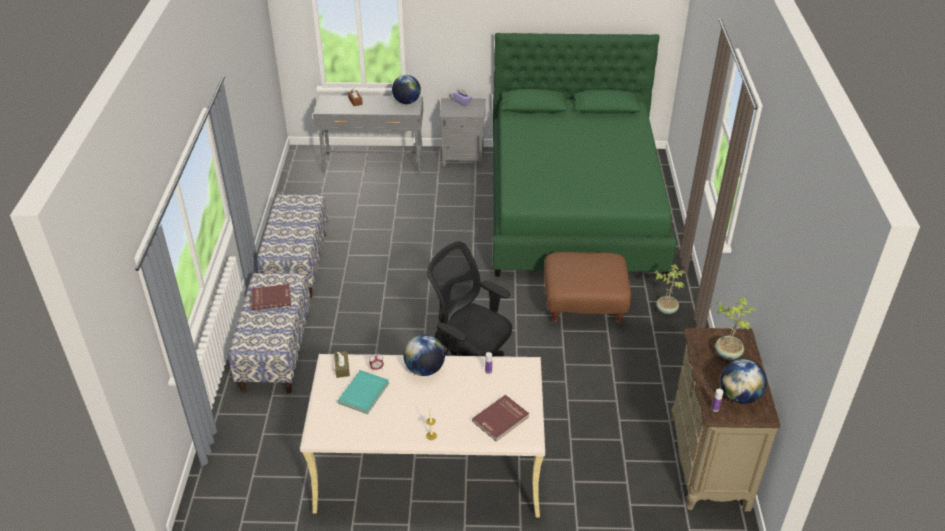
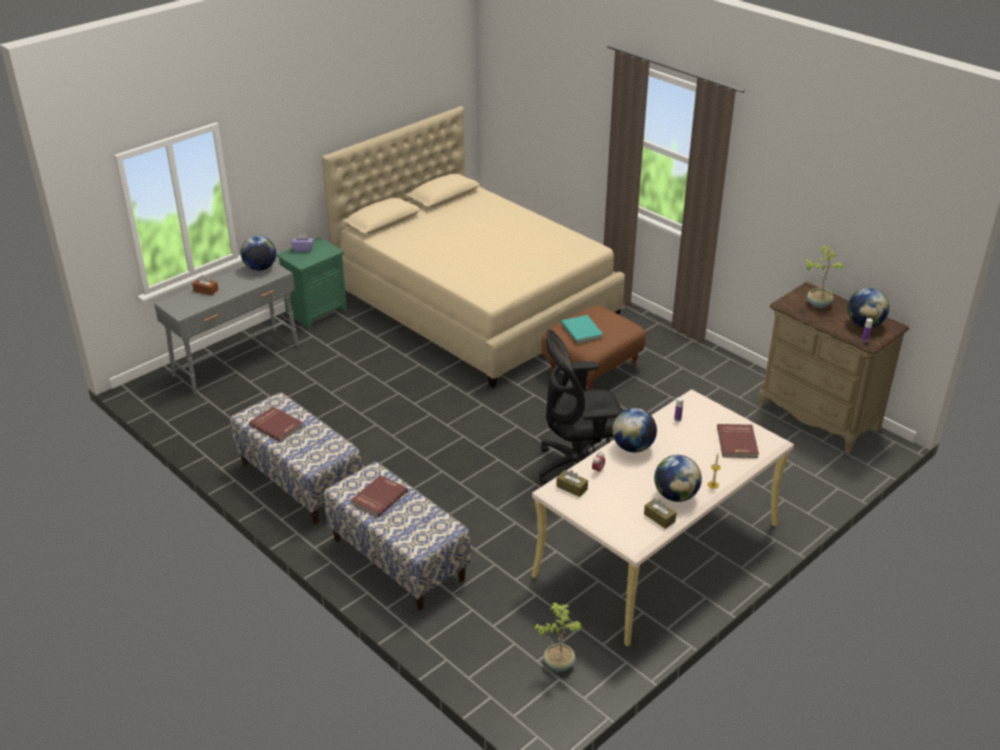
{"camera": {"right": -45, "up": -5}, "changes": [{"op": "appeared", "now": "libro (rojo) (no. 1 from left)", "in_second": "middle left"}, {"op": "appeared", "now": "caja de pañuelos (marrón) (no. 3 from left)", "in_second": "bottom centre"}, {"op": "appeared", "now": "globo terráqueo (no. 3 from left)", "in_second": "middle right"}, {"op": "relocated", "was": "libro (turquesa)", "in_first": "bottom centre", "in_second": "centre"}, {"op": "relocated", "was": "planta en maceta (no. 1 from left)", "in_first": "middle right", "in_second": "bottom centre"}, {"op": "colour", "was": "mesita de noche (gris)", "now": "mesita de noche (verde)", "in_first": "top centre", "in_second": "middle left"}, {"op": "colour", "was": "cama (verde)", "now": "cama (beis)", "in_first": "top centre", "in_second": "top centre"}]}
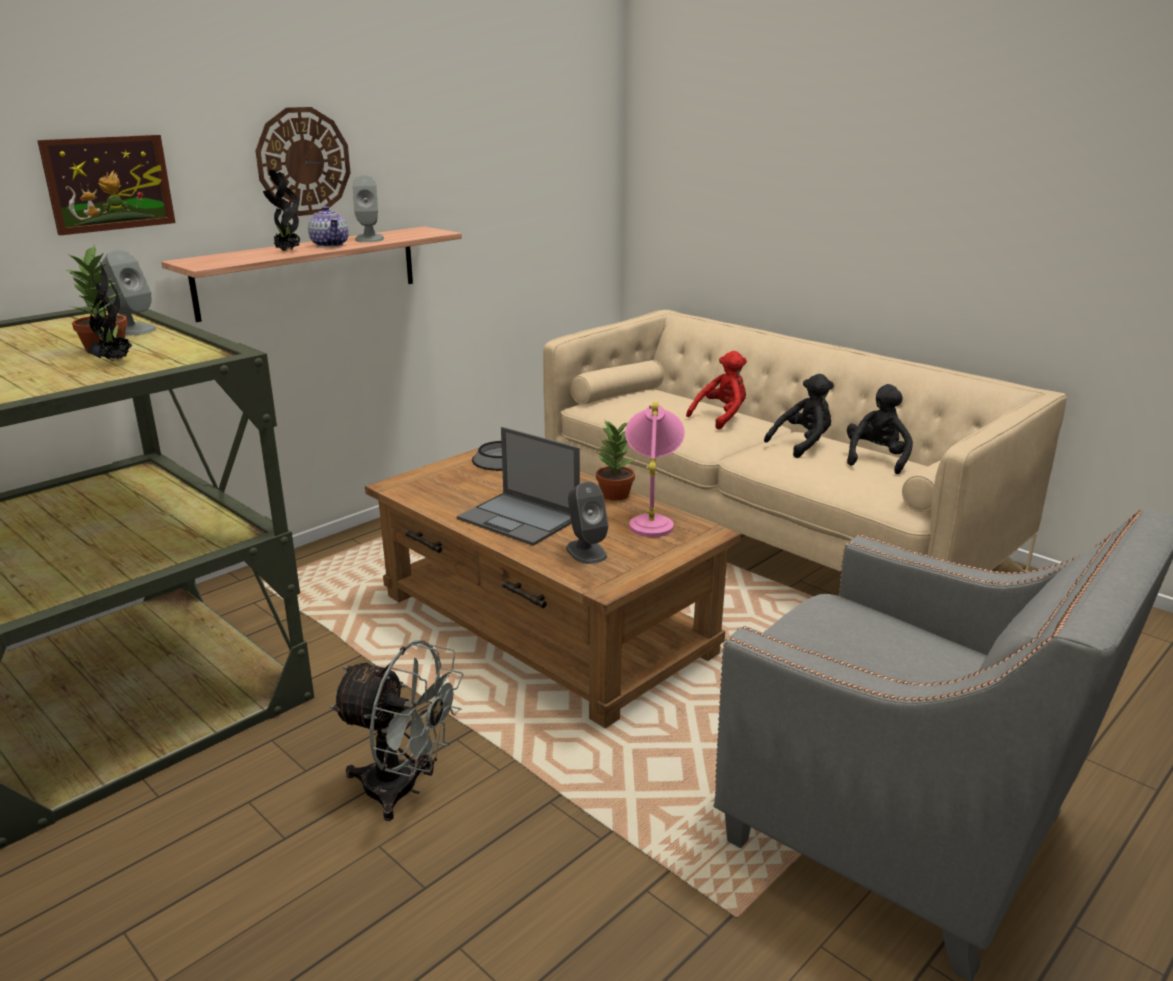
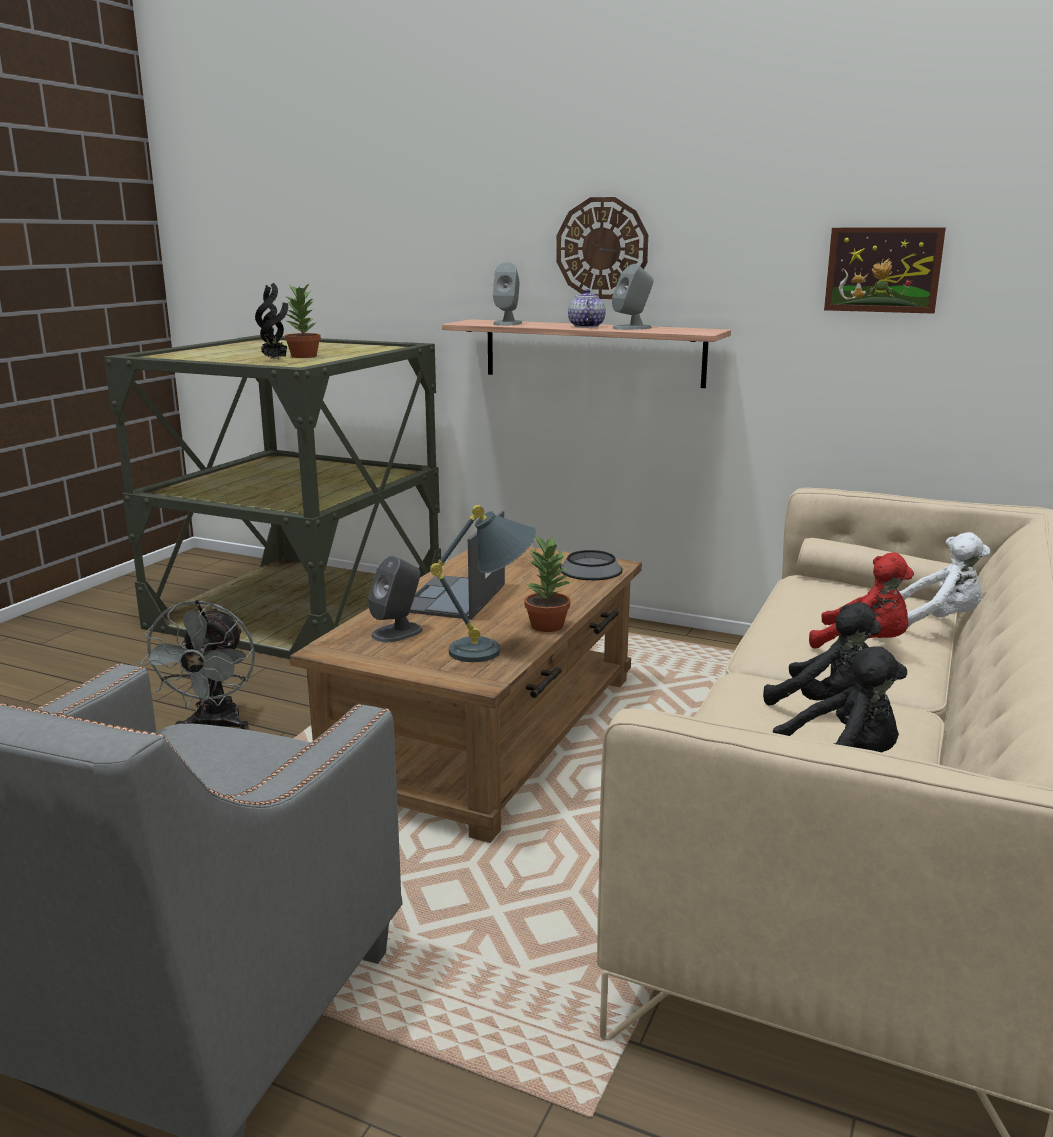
{"camera": {"right": 70, "up": -5}, "changes": [{"op": "missing", "was": "planta en maceta (no. 3 from left)", "in_first": "top left"}, {"op": "appeared", "now": "peluche (blanco)", "in_second": "middle right"}, {"op": "relocated", "was": "cuadro", "in_first": "top left", "in_second": "top right"}, {"op": "relocated", "was": "altavoz (gris) (no. 1 from left in the first image)", "now": "altavoz (gris) (no. 2 from left)", "in_first": "top left", "in_second": "top centre"}, {"op": "colour", "was": "lámpara de mesa (rosa)", "now": "lámpara de mesa (gris)", "in_first": "centre", "in_second": "centre"}, {"op": "spun", "was": "tetera", "in_first": "top left", "in_second": "top centre", "clockwise": 135}]}
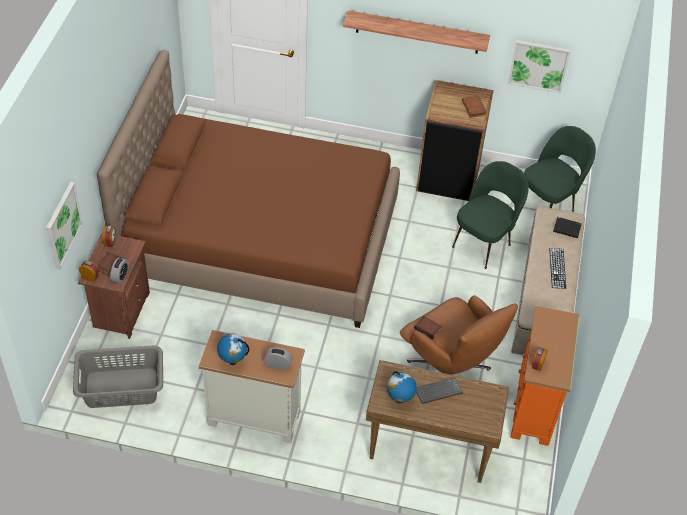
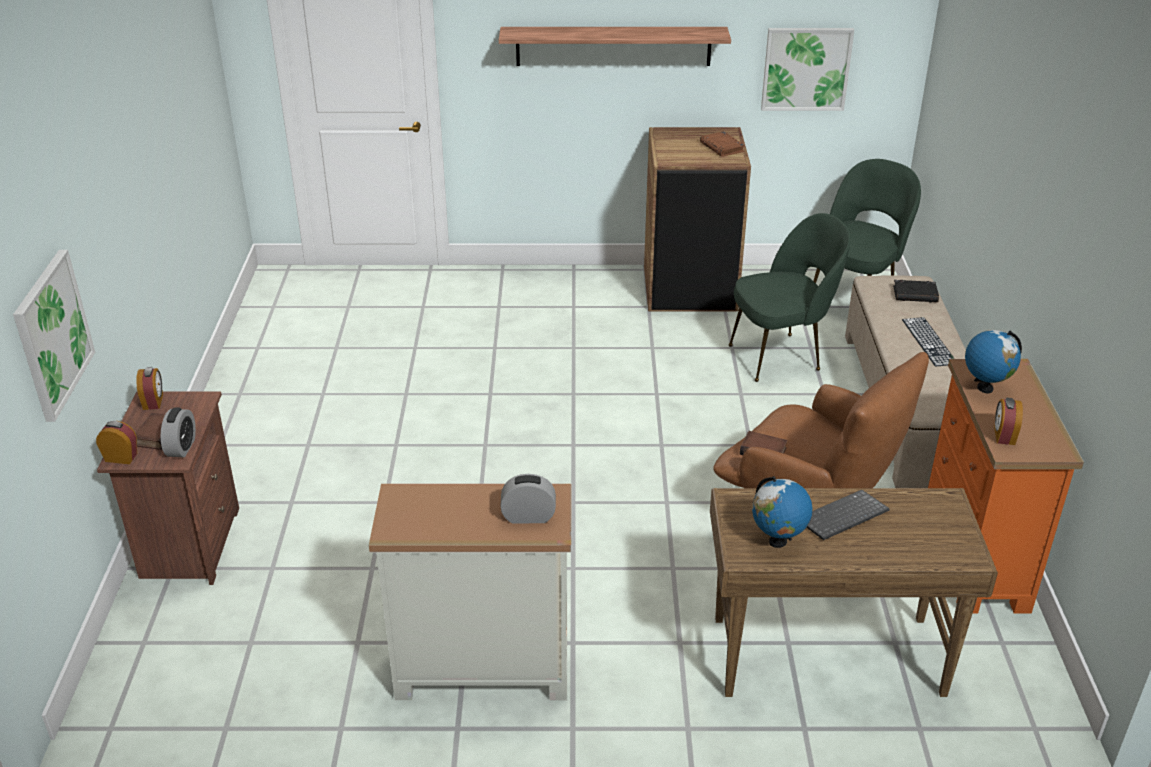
{"camera": {"right": -10, "up": -15}, "changes": [{"op": "missing", "was": "cesto de la ropa (gris)", "in_first": "bottom left"}, {"op": "missing", "was": "cama (marrón)", "in_first": "centre"}, {"op": "relocated", "was": "globo terráqueo (no. 1 from left in the first image)", "now": "globo terráqueo (no. 2 from left)", "in_first": "bottom centre", "in_second": "middle right"}, {"op": "spun", "was": "silla (verde) (no. 1 from left)", "in_first": "middle right", "in_second": "middle right", "clockwise": 45}]}
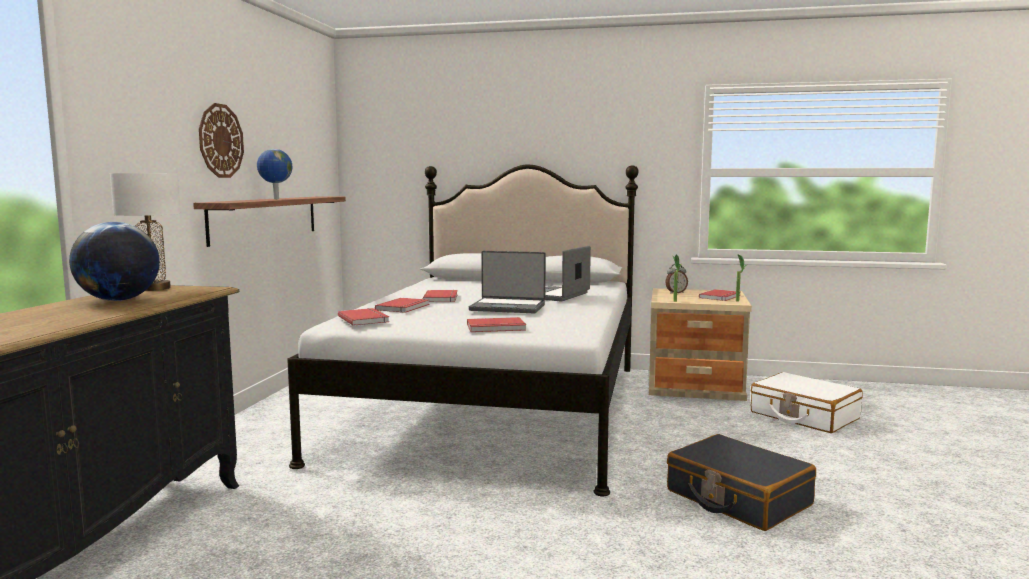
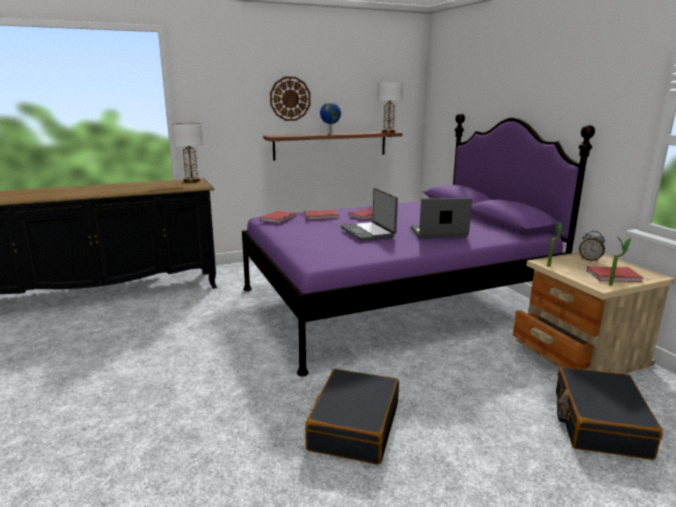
{"camera": {"right": 55, "up": 10}, "changes": [{"op": "missing", "was": "globo terráqueo (no. 1 from left)", "in_first": "middle left"}, {"op": "missing", "was": "libro (rojo) (no. 4 from left)", "in_first": "centre"}, {"op": "appeared", "now": "lámpara de mesa (no. 2 from left)", "in_second": "top centre"}, {"op": "colour", "was": "cama (blanco)", "now": "cama (morado)", "in_first": "centre", "in_second": "centre"}, {"op": "colour", "was": "maleta (blanco)", "now": "maleta (negro) (no. 2 from left)", "in_first": "bottom right", "in_second": "bottom right"}]}
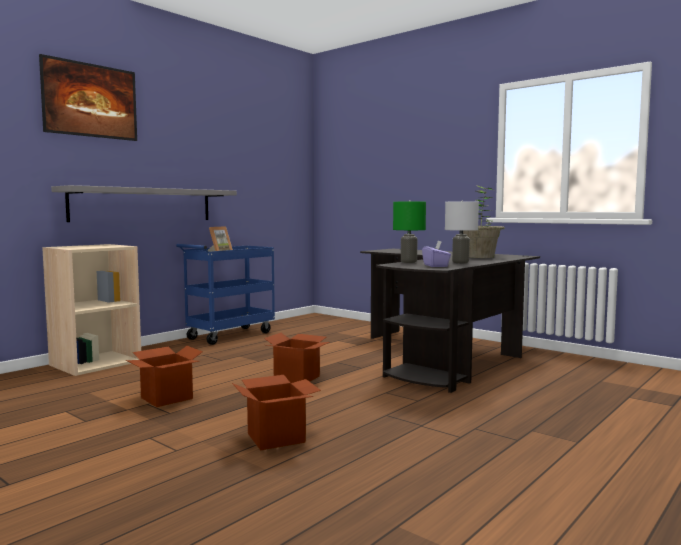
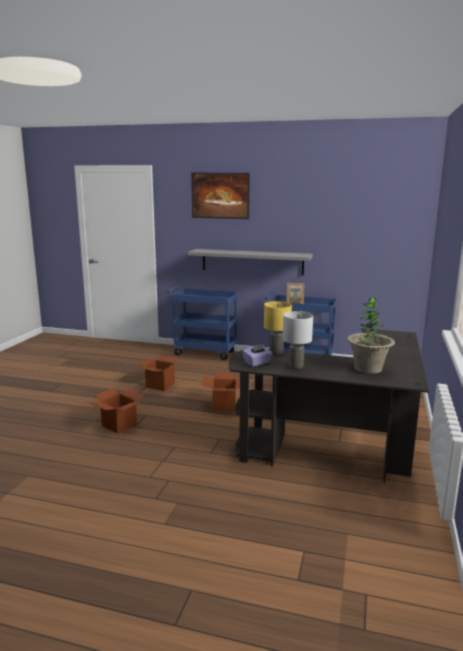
{"camera": {"right": 65, "up": 10}, "changes": [{"op": "exchanged", "was": "estantería (beis)", "now": "carrito (azul) (no. 1 from left)", "in_first": "middle left", "in_second": "centre"}, {"op": "colour", "was": "lámpara de mesa (verde)", "now": "lámpara de mesa (amarillo)", "in_first": "centre", "in_second": "centre"}]}
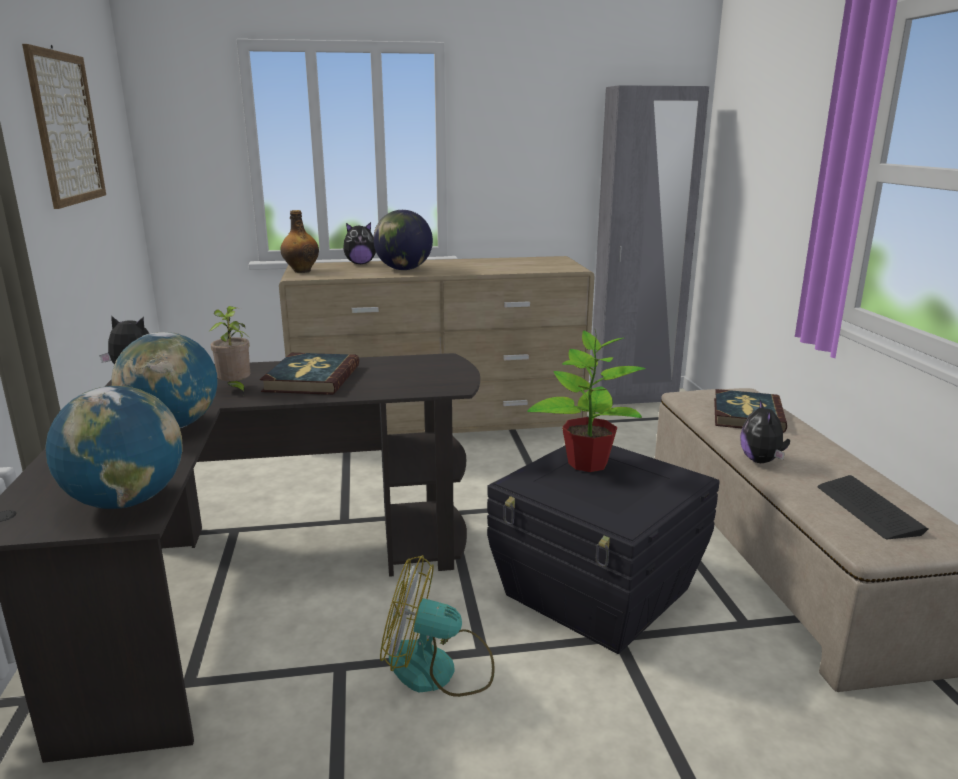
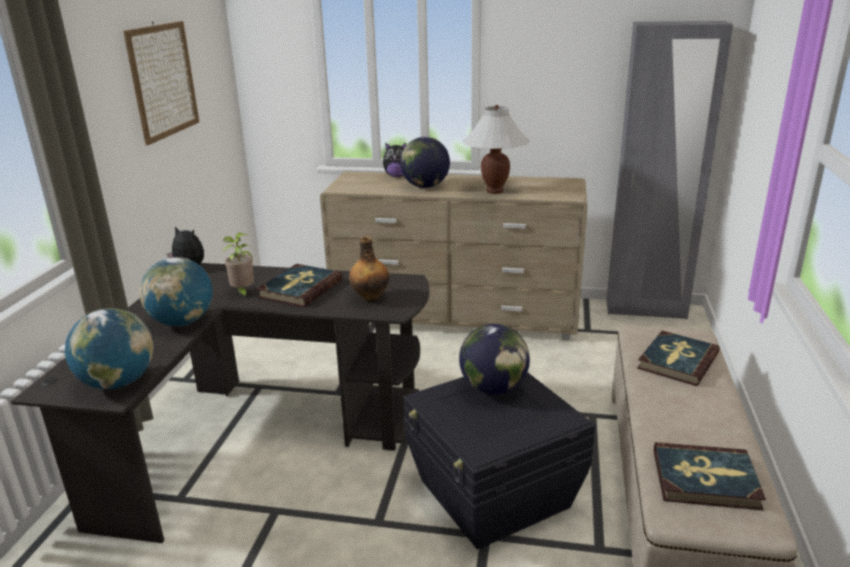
{"camera": {"right": 20, "up": 5}, "changes": [{"op": "missing", "was": "ventilador", "in_first": "bottom centre"}, {"op": "missing", "was": "peluche (no. 3 from left)", "in_first": "middle right"}, {"op": "appeared", "now": "lámpara de mesa (blanco)", "in_second": "top centre"}, {"op": "relocated", "was": "botella", "in_first": "top left", "in_second": "centre"}, {"op": "exchanged", "was": "planta en maceta (no. 2 from left)", "now": "globo terráqueo (no. 4 from left)", "in_first": "centre", "in_second": "centre"}, {"op": "exchanged", "was": "teclado", "now": "libro (no. 3 from left)", "in_first": "middle right", "in_second": "bottom right"}]}
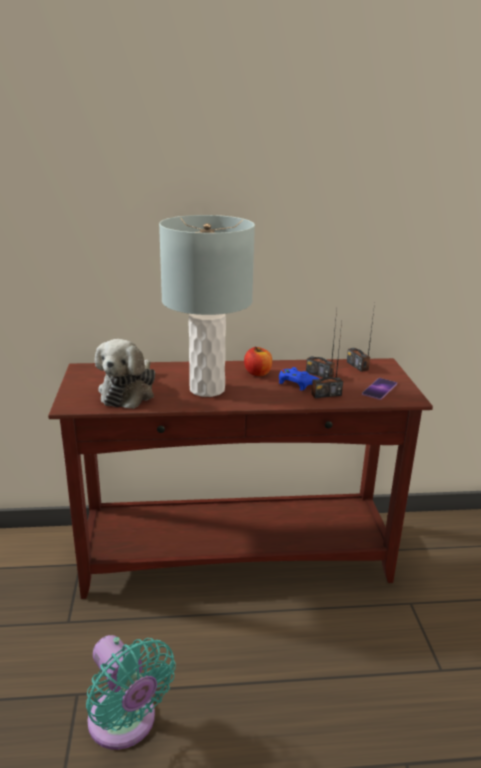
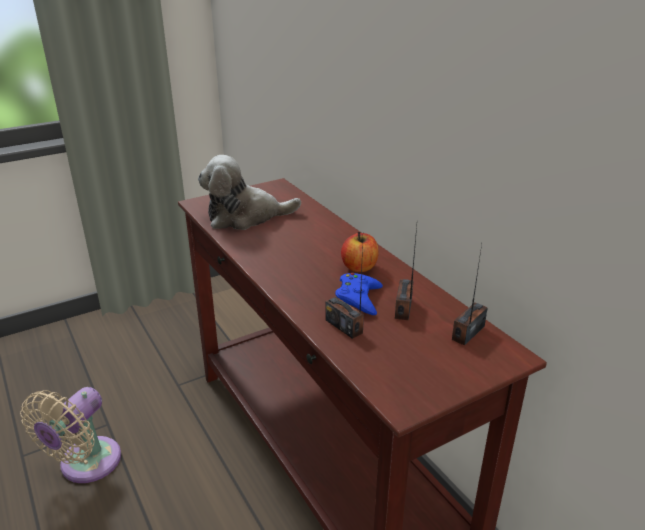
{"camera": {"right": 65, "up": 5}, "changes": [{"op": "missing", "was": "lámpara de mesa (gris)", "in_first": "centre"}, {"op": "missing", "was": "móvil", "in_first": "middle right"}, {"op": "colour", "was": "ventilador (turquesa)", "now": "ventilador (beis)", "in_first": "bottom left", "in_second": "bottom left"}]}
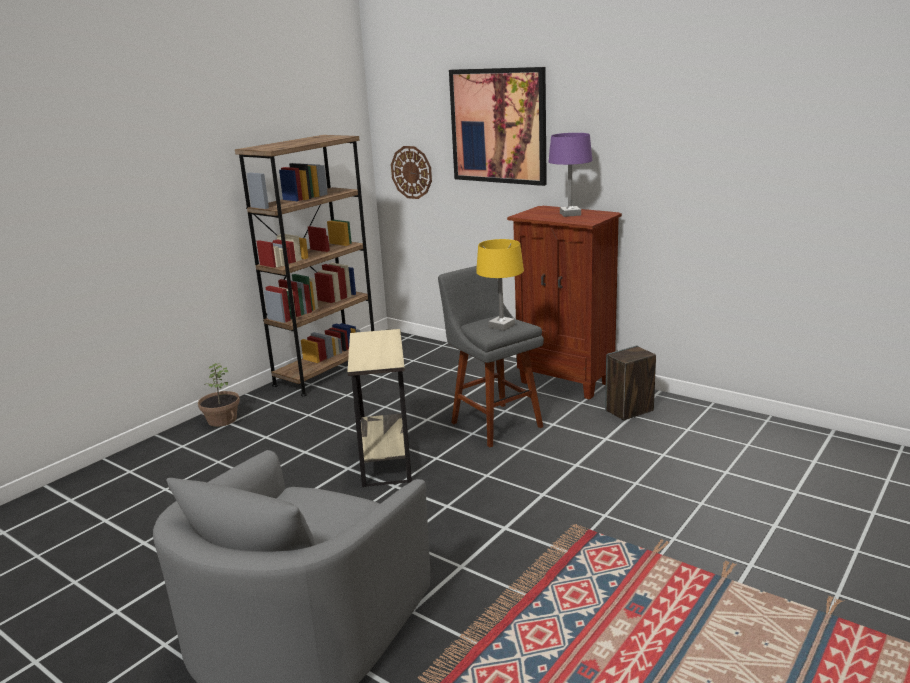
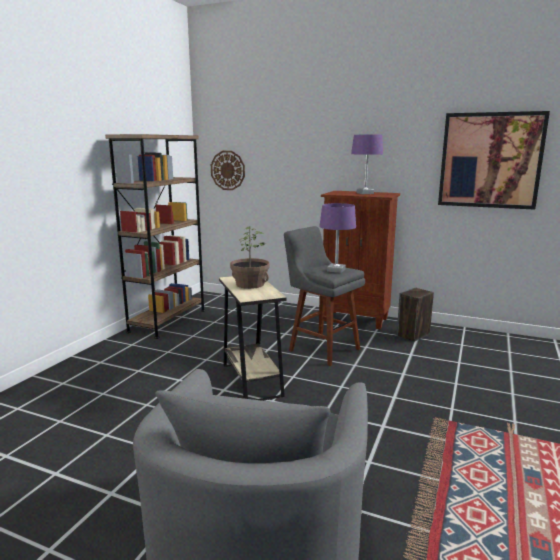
{"camera": {"right": -15, "up": -5}, "changes": [{"op": "relocated", "was": "planta en maceta", "in_first": "middle left", "in_second": "centre"}, {"op": "relocated", "was": "cuadro", "in_first": "top centre", "in_second": "top right"}, {"op": "colour", "was": "lámpara de mesa (amarillo)", "now": "lámpara de mesa (morado) (no. 1 from left)", "in_first": "centre", "in_second": "centre"}]}
